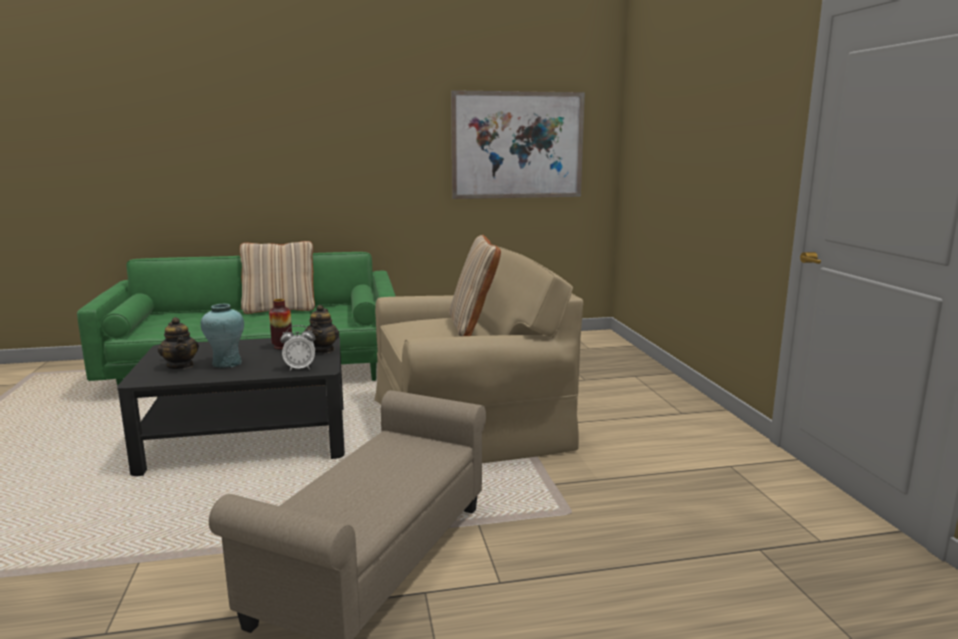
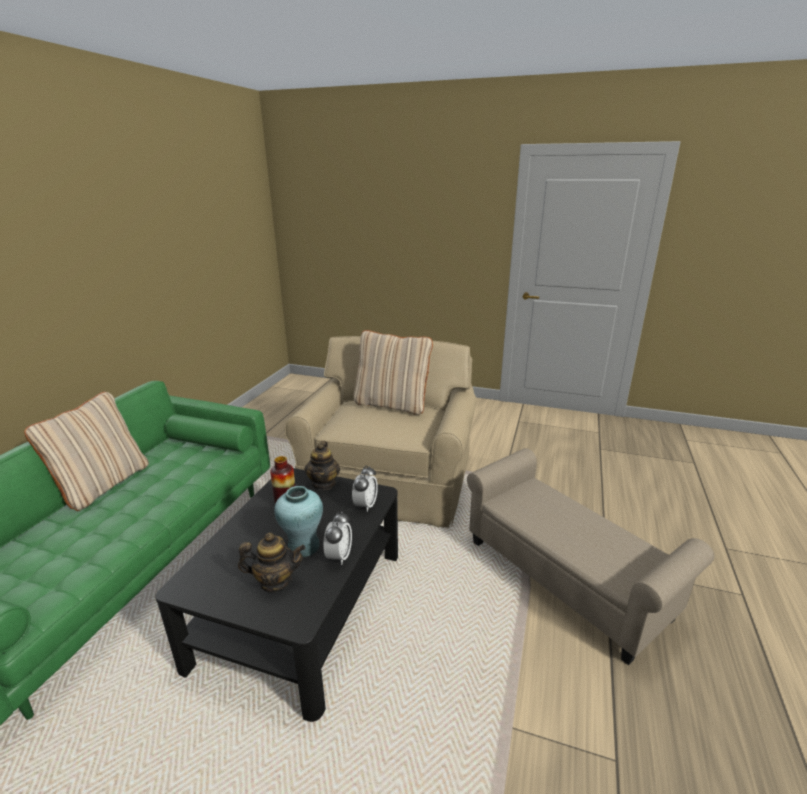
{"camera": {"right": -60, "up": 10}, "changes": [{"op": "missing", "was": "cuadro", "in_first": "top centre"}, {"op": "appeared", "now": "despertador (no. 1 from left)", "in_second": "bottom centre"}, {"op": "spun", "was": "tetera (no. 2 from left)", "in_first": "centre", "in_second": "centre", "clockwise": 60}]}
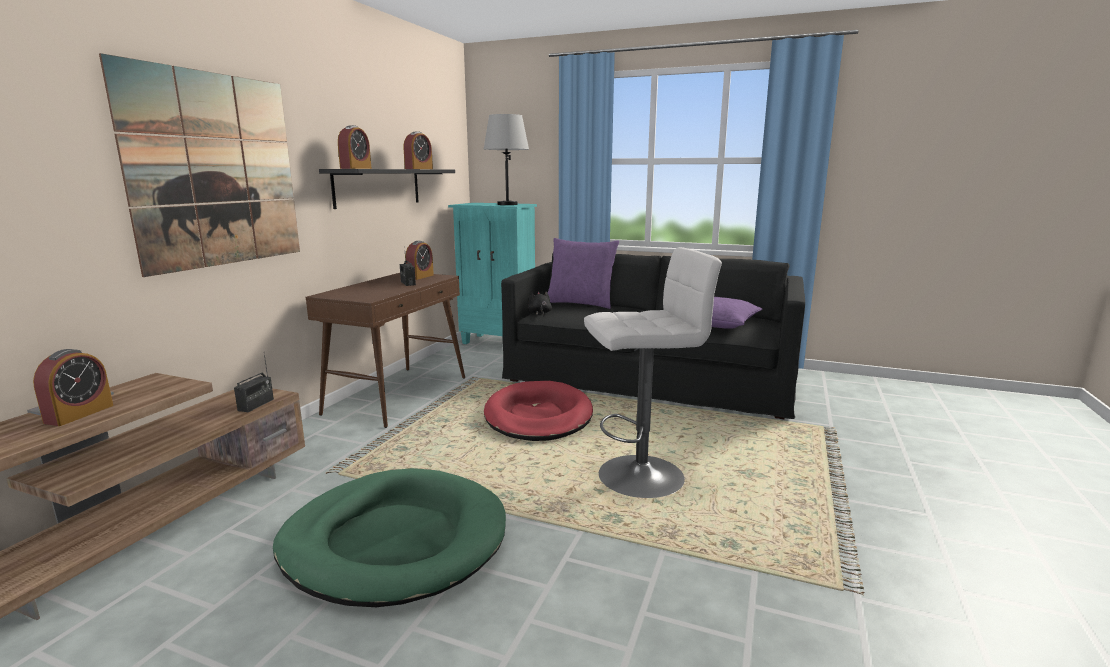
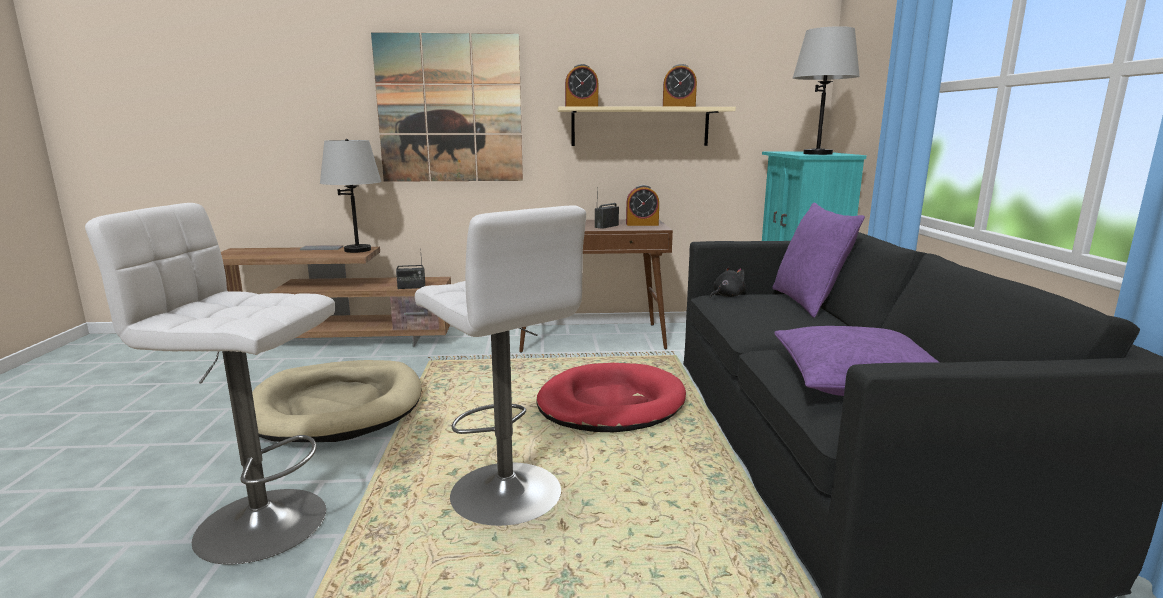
{"camera": {"right": 65, "up": 0}, "changes": [{"op": "missing", "was": "despertador (no. 1 from left)", "in_first": "middle left"}, {"op": "appeared", "now": "taburete (blanco) (no. 1 from left)", "in_second": "middle left"}, {"op": "appeared", "now": "lámpara de mesa (gris) (no. 1 from left)", "in_second": "top left"}, {"op": "colour", "was": "cama para perro (verde)", "now": "cama para perro (beis)", "in_first": "bottom centre", "in_second": "bottom left"}, {"op": "colour", "was": "estante (negro)", "now": "estante (beis)", "in_first": "top centre", "in_second": "top centre"}]}
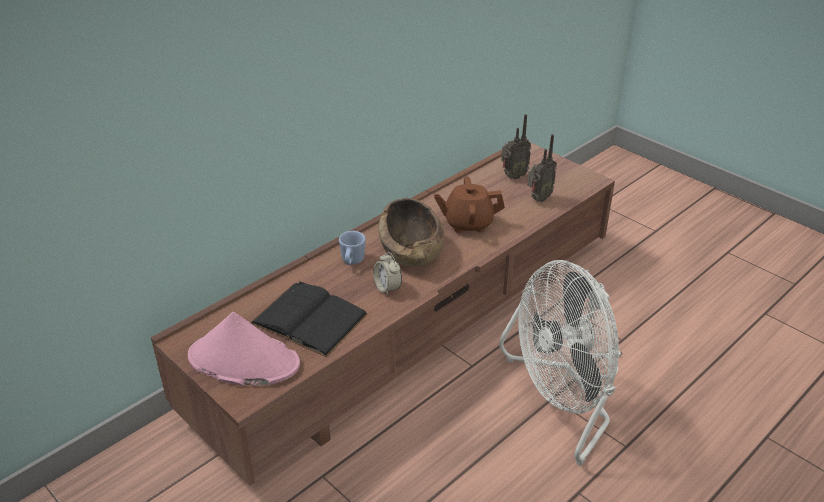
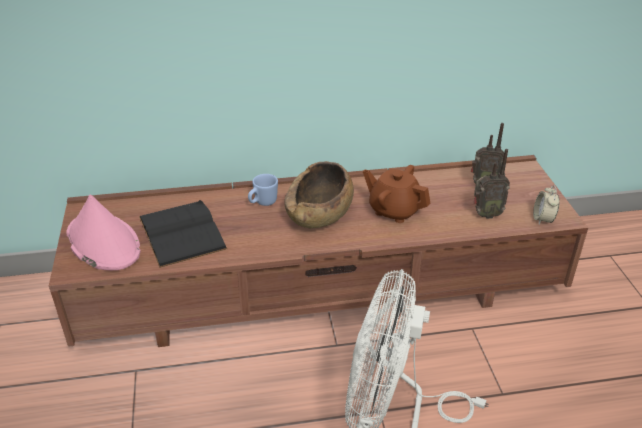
{"camera": {"right": 35, "up": 0}, "changes": [{"op": "relocated", "was": "despertador", "in_first": "centre", "in_second": "middle right"}]}
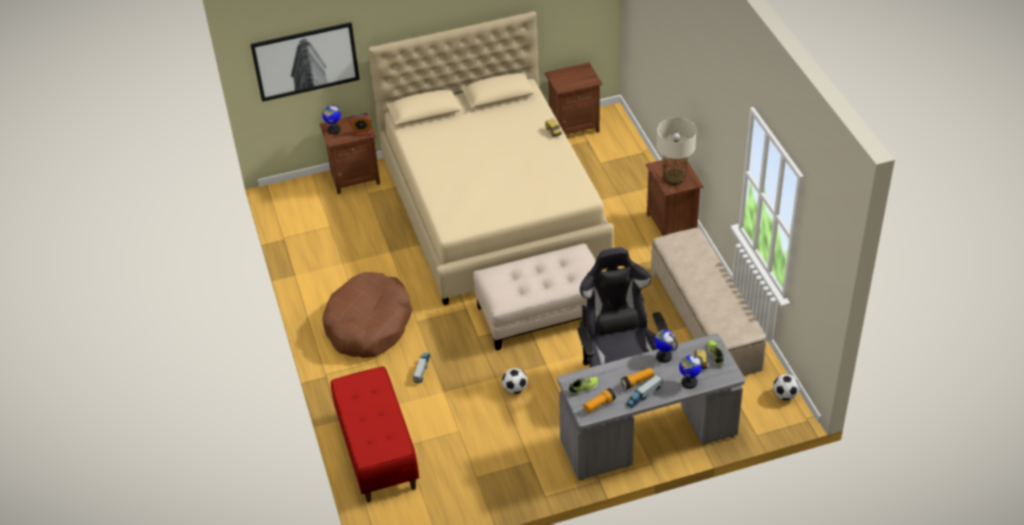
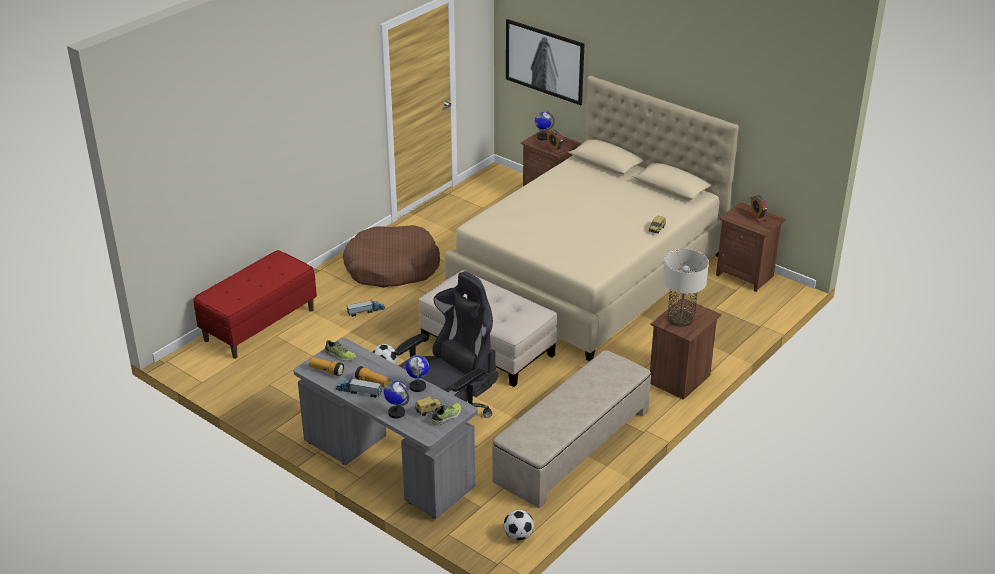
{"camera": {"right": 55, "up": -10}, "changes": [{"op": "appeared", "now": "despertador (no. 2 from left)", "in_second": "middle right"}]}
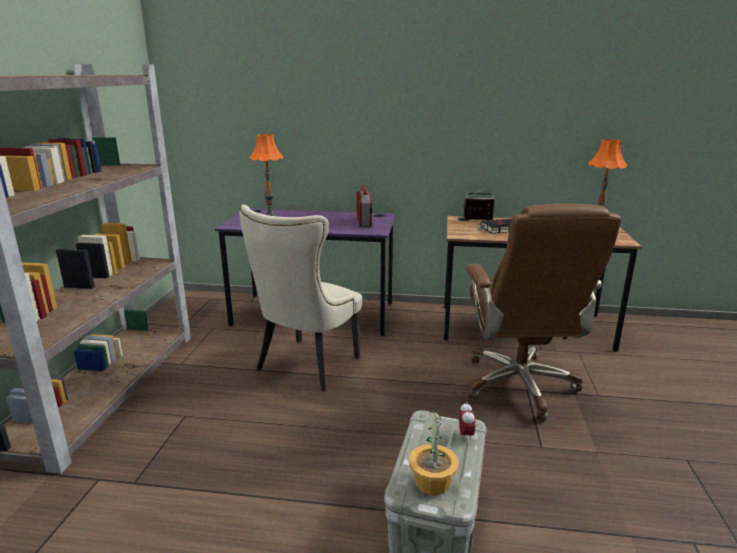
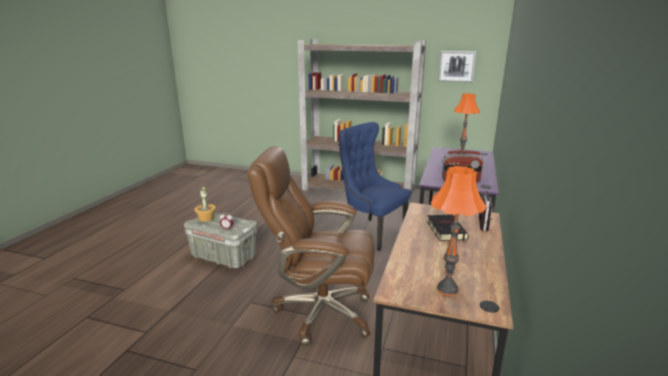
{"camera": {"right": 100, "up": 0}, "changes": [{"op": "appeared", "now": "cuadro", "in_second": "top right"}, {"op": "colour", "was": "silla (beis)", "now": "silla (azul)", "in_first": "centre", "in_second": "centre"}]}
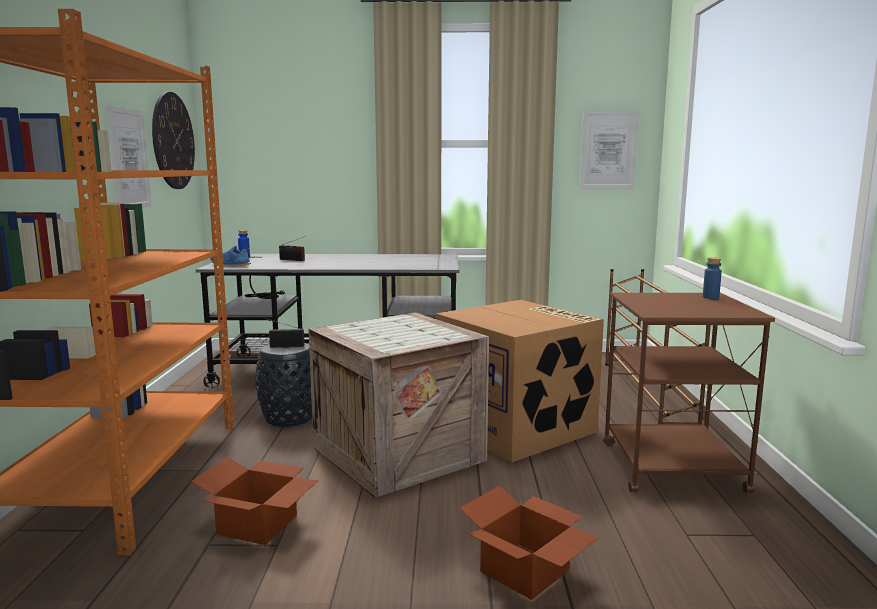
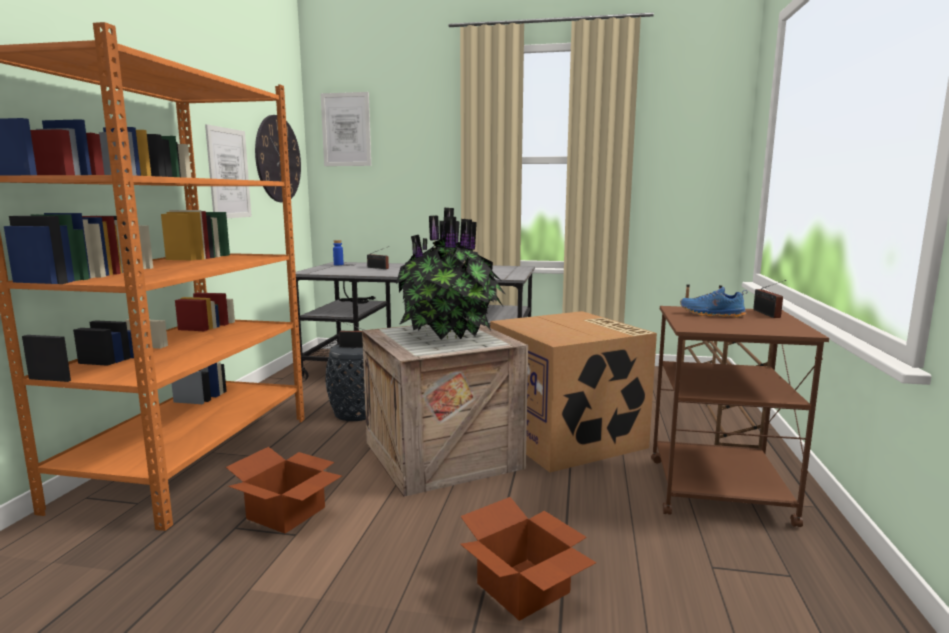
{"camera": {"right": 10, "up": 0}, "changes": [{"op": "appeared", "now": "planta en maceta", "in_second": "centre"}, {"op": "relocated", "was": "zapato (azul)", "in_first": "middle left", "in_second": "middle right"}, {"op": "relocated", "was": "cuadro (no. 2 from left)", "in_first": "top right", "in_second": "top centre"}, {"op": "exchanged", "was": "botella (azul) (no. 2 from left)", "now": "radio (no. 3 from left)", "in_first": "middle right", "in_second": "middle right"}]}
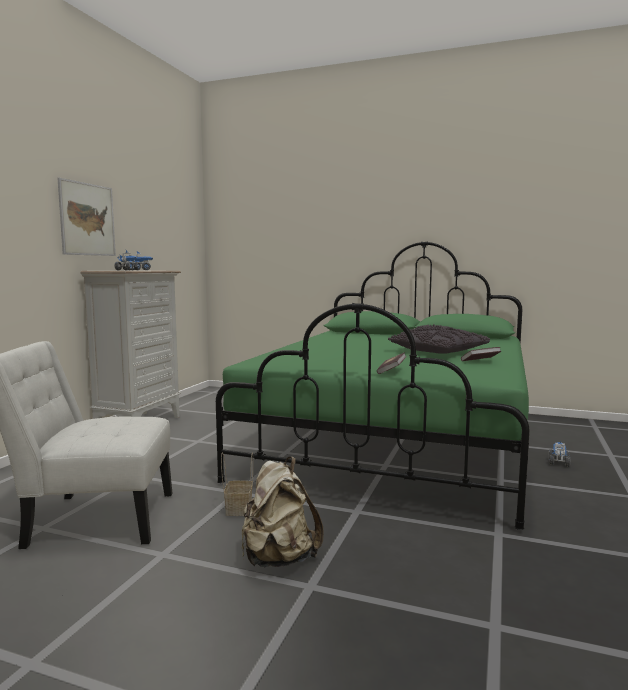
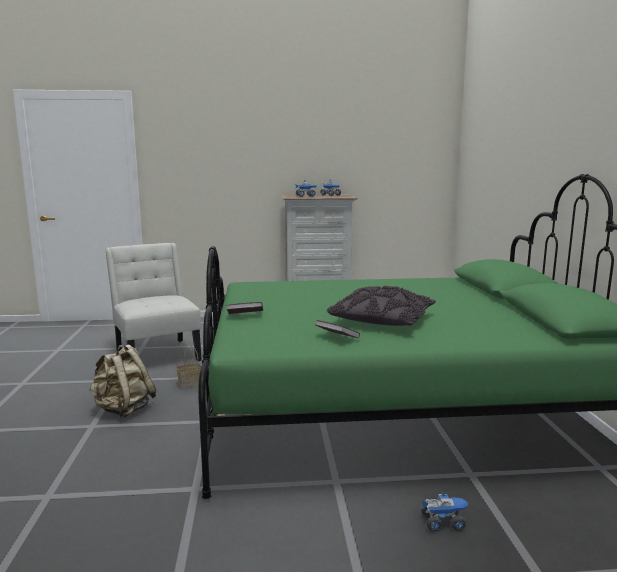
{"camera": {"right": 65, "up": 5}, "changes": [{"op": "missing", "was": "cuadro", "in_first": "top left"}]}
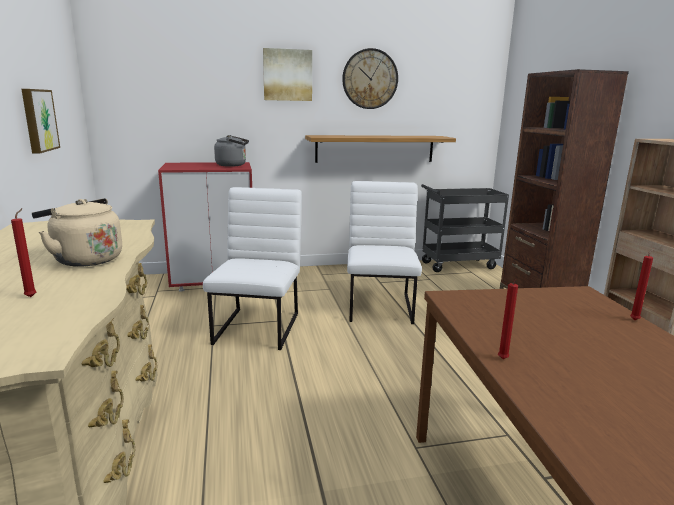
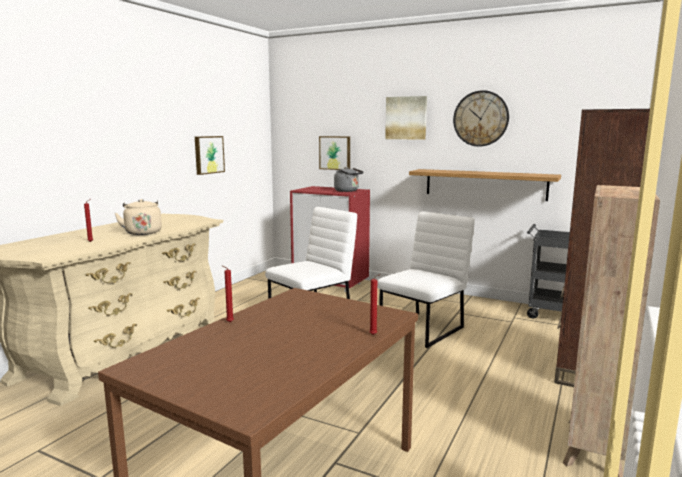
{"camera": {"right": 40, "up": -5}, "changes": [{"op": "appeared", "now": "cuadro (no. 2 from left)", "in_second": "top centre"}]}
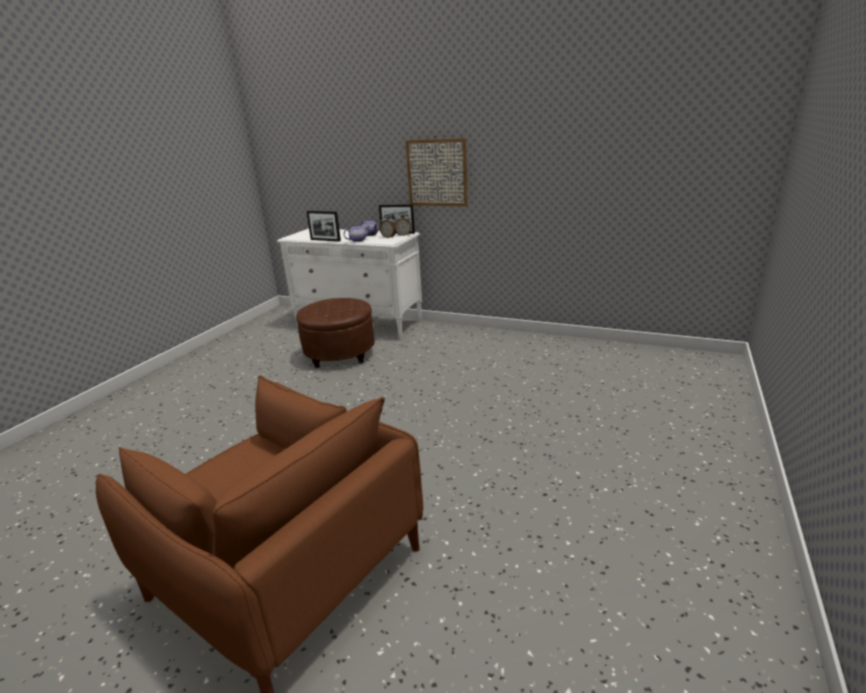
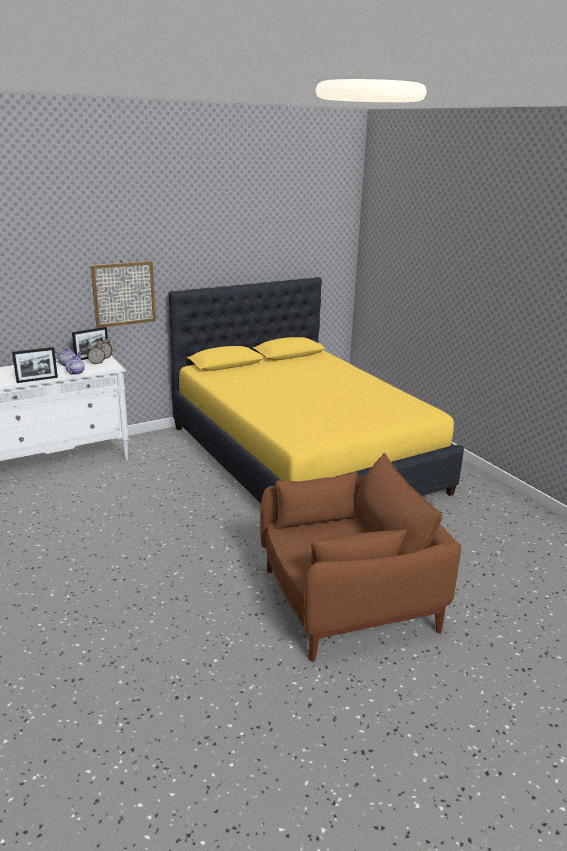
{"camera": {"right": -55, "up": 0}, "changes": [{"op": "missing", "was": "puf (marrón)", "in_first": "centre"}, {"op": "appeared", "now": "cama (amarillo)", "in_second": "centre"}]}
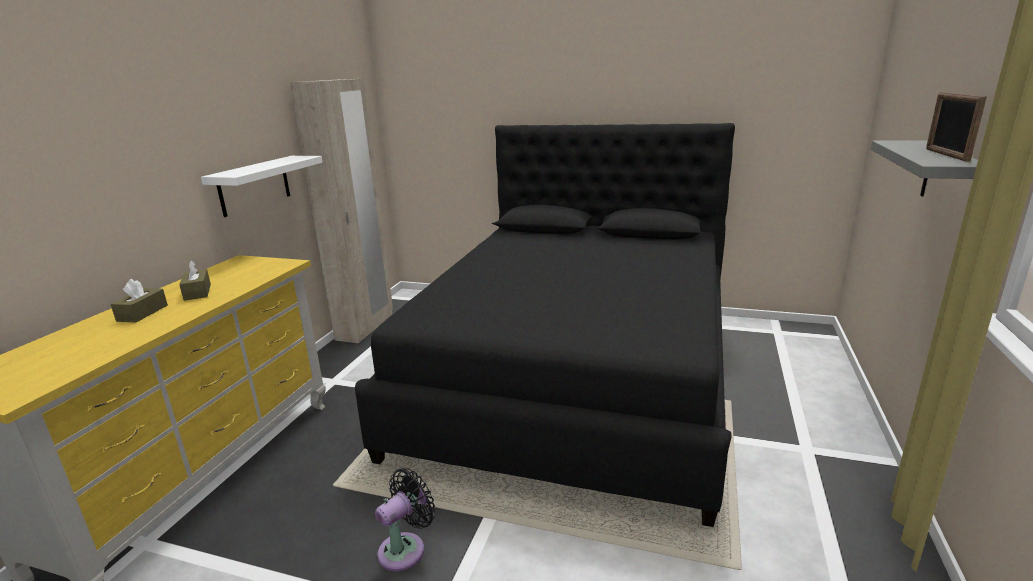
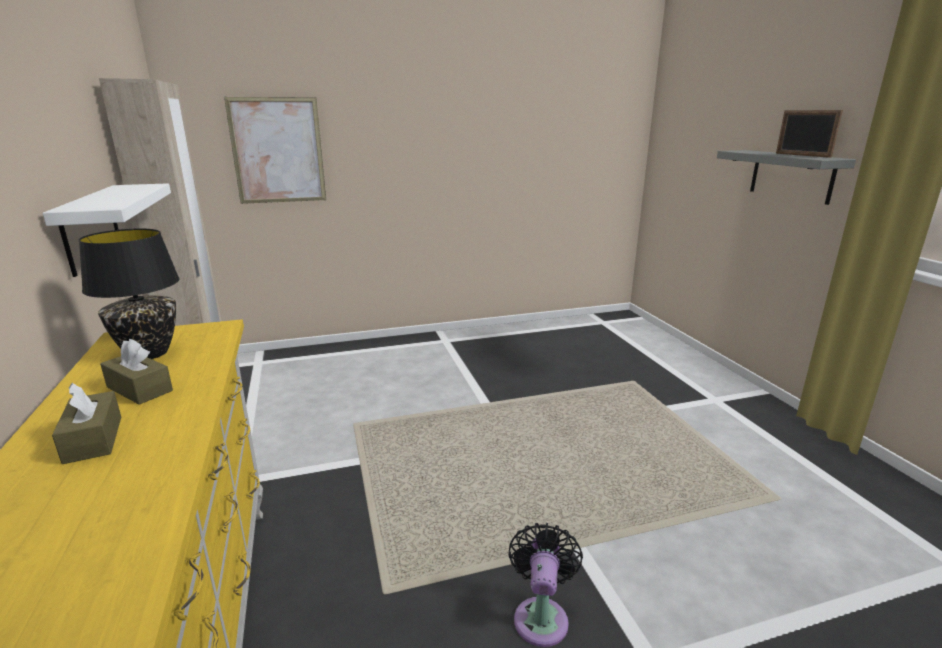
{"camera": {"right": -35, "up": 0}, "changes": [{"op": "missing", "was": "cama (negro)", "in_first": "centre"}, {"op": "appeared", "now": "lámpara de mesa (negro)", "in_second": "middle left"}, {"op": "appeared", "now": "cuadro", "in_second": "top left"}]}
